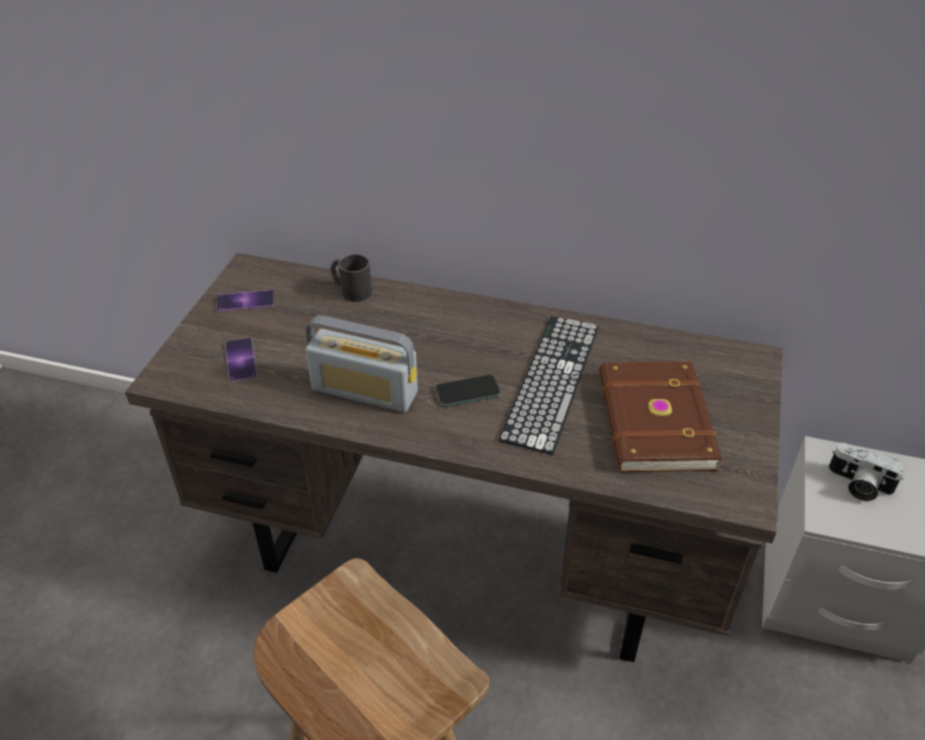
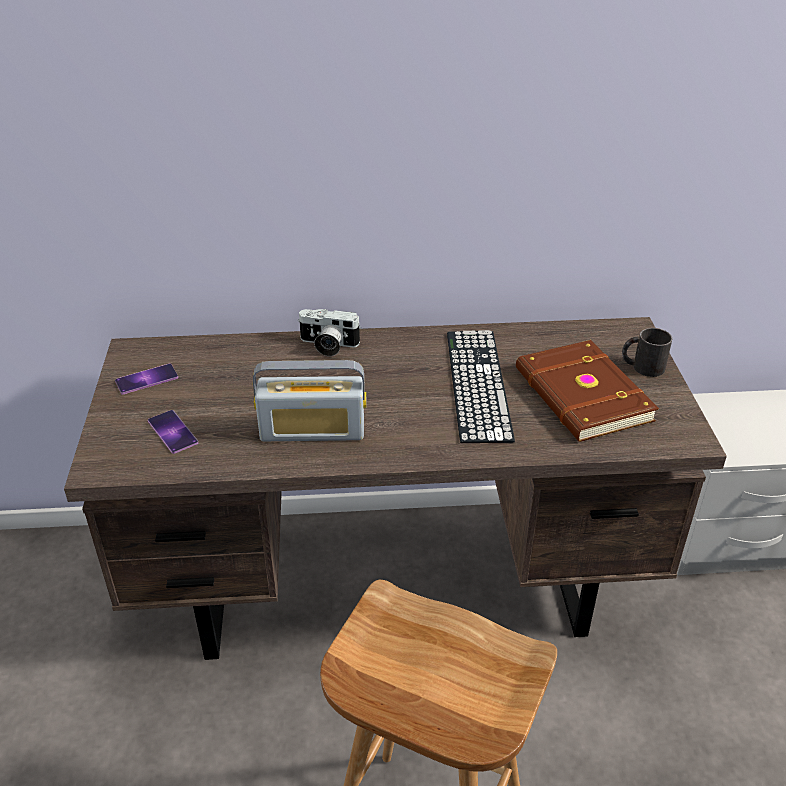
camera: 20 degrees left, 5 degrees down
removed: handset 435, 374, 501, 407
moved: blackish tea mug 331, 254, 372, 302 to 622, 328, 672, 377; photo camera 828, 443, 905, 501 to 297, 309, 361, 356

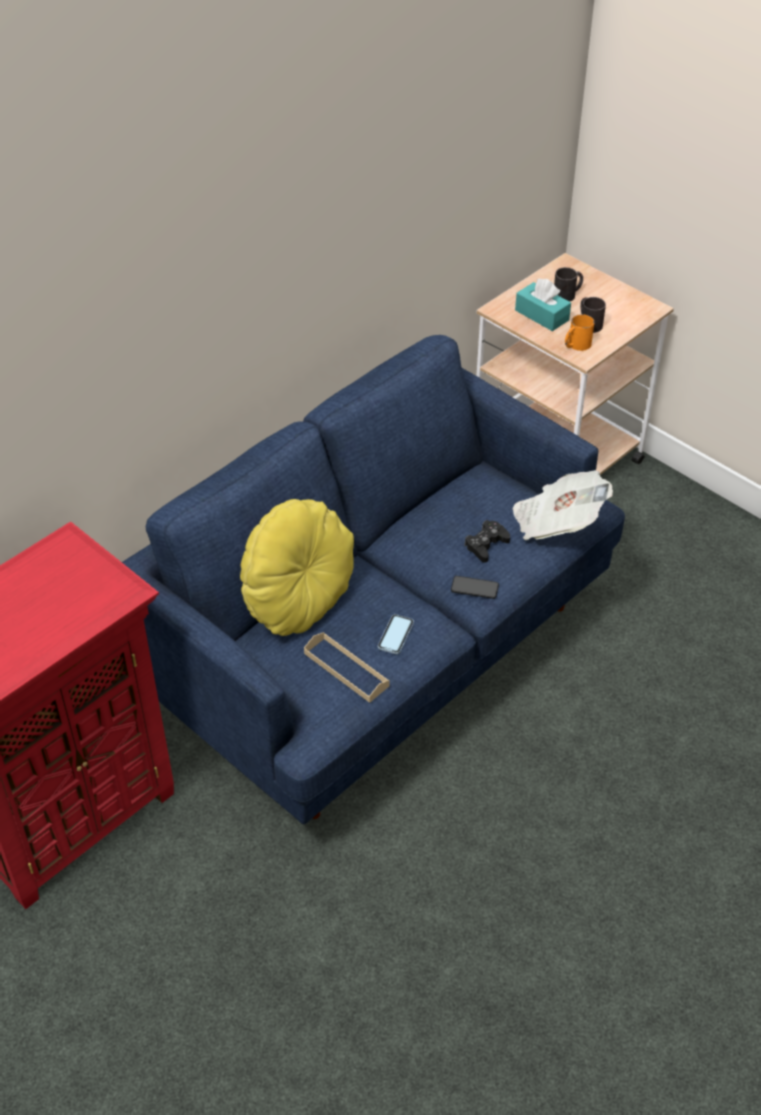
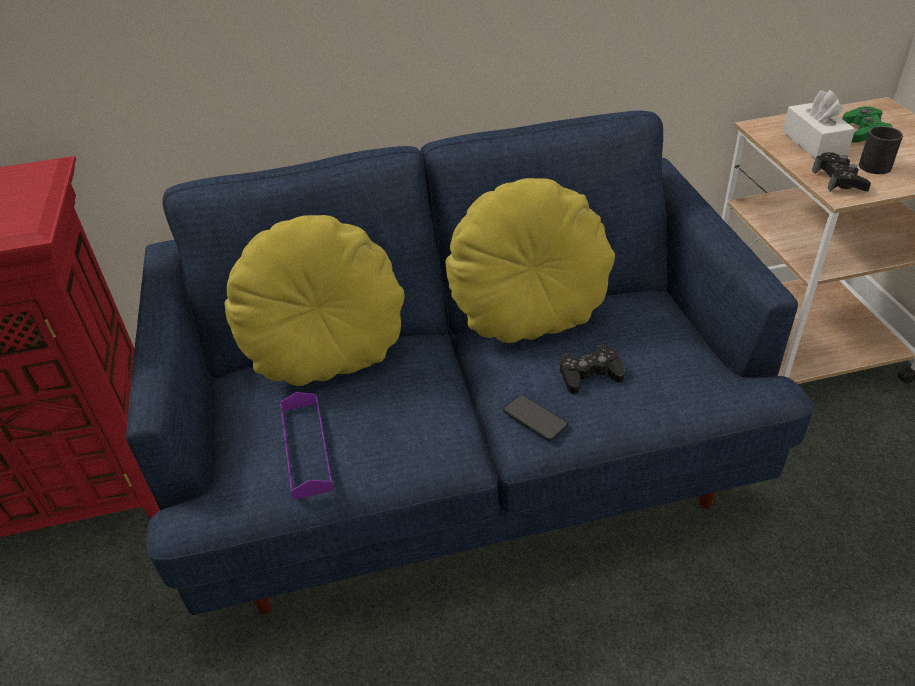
camera: 35 degrees right, 5 degrees down
removed: printed paper 512, 470, 613, 540; handset 378, 614, 414, 654
added: yellow pillow 446, 178, 615, 343
replaced: blackish tea mug 554, 267, 583, 302 to green gamepad 842, 106, 893, 143; orange-coloured tea mug 565, 314, 594, 351 to blackish gamepad 812, 152, 871, 192
recoloured: turquoise tissue holder 515, 279, 571, 331 to whitish tissue holder 783, 90, 855, 159; beige-coloured carrying tray 304, 632, 390, 703 to purplish carrying tray 280, 392, 334, 500

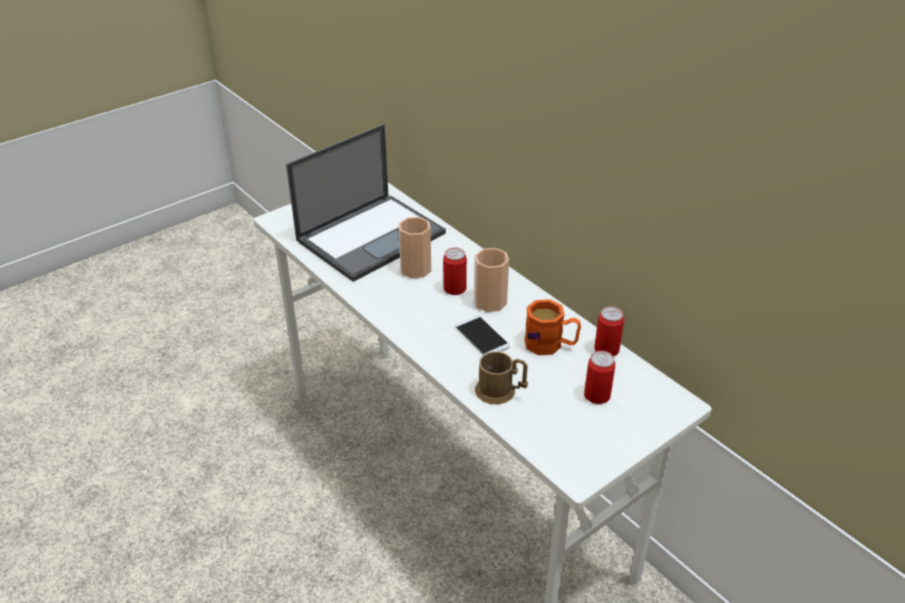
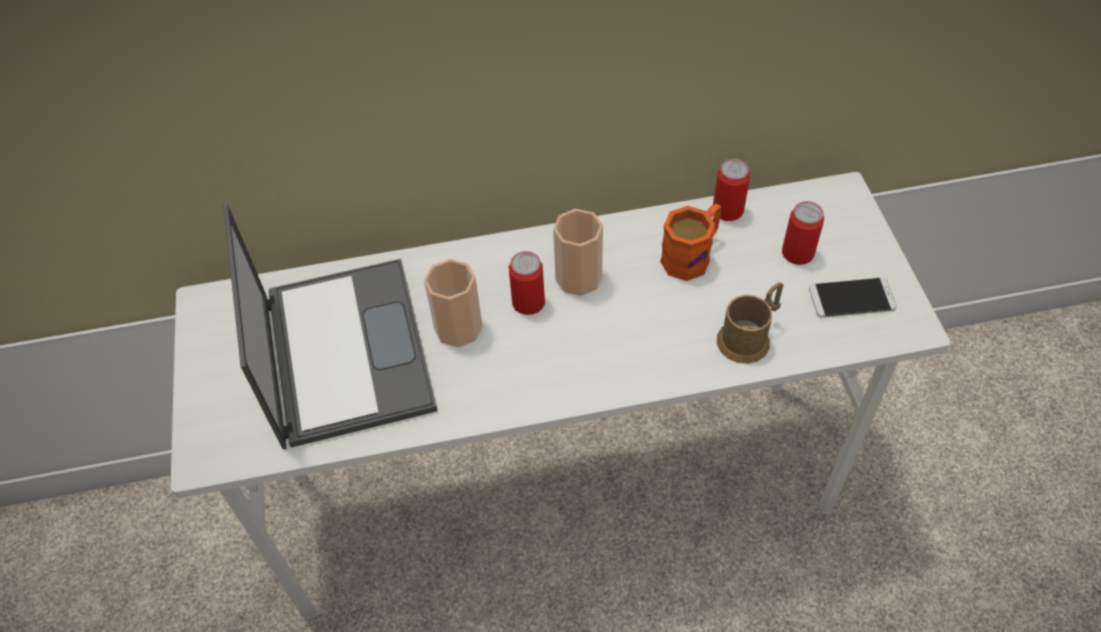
camera: 60 degrees left, 15 degrees up
moved: handset 455, 315, 510, 355 to 809, 278, 897, 318

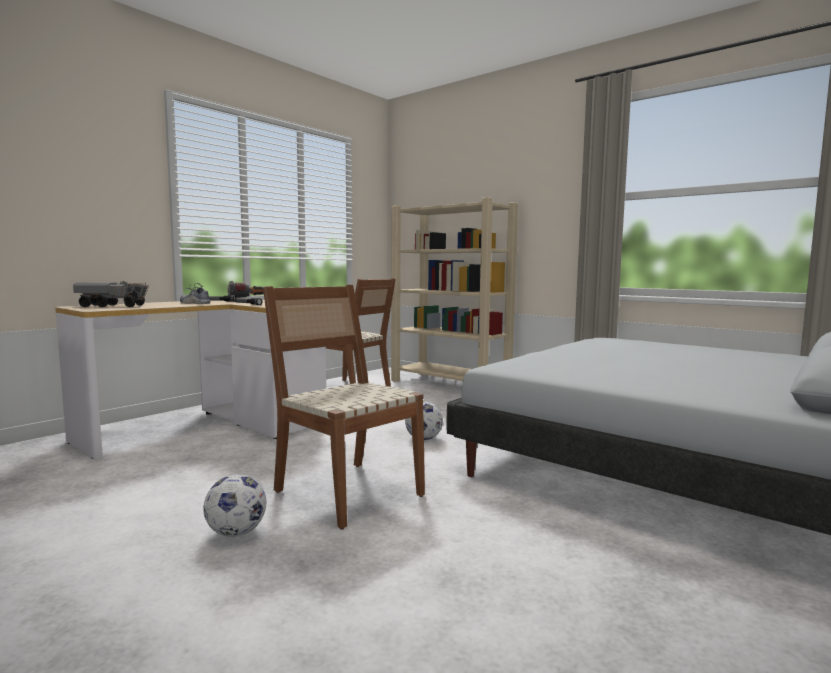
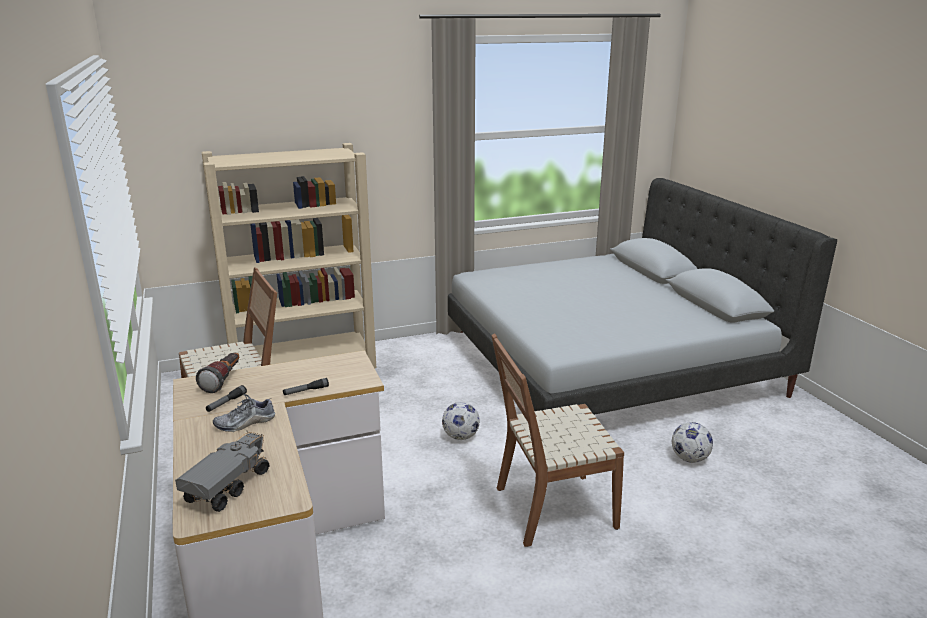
camera: 60 degrees left, 15 degrees up
moved: ball for football 203, 474, 267, 537 to 672, 422, 713, 463

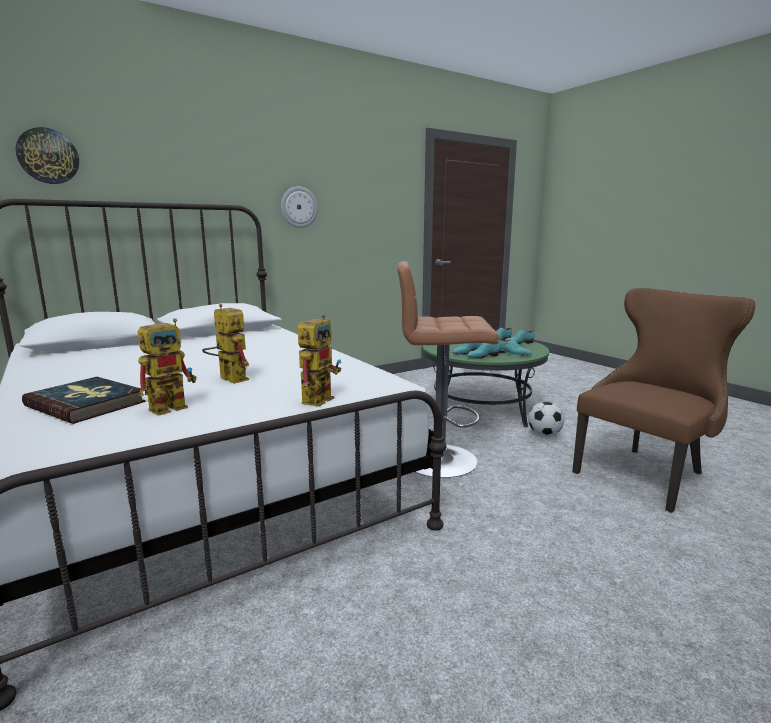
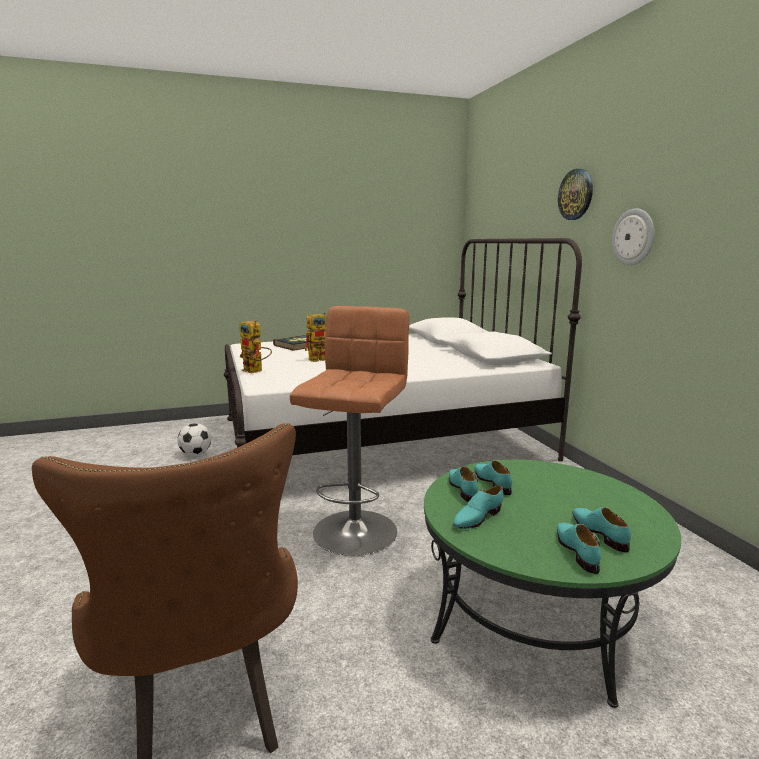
camera: 105 degrees right, 0 degrees up
removed: model robot 138, 318, 196, 416
moved: wall clock 16, 127, 79, 184 to 558, 169, 593, 220; ball for football 528, 402, 564, 436 to 177, 423, 211, 456

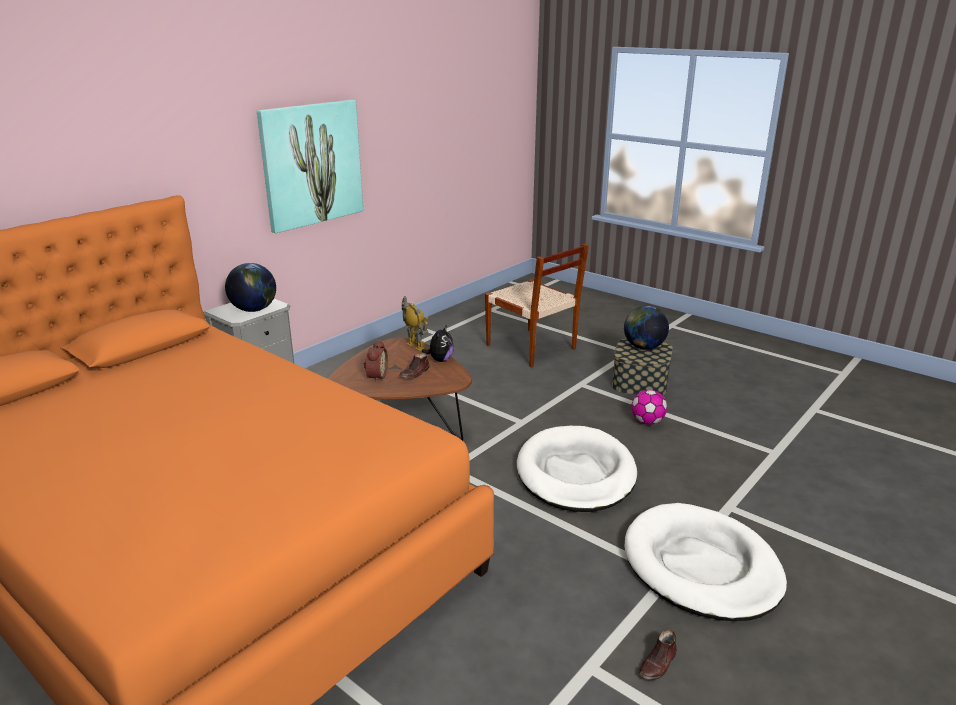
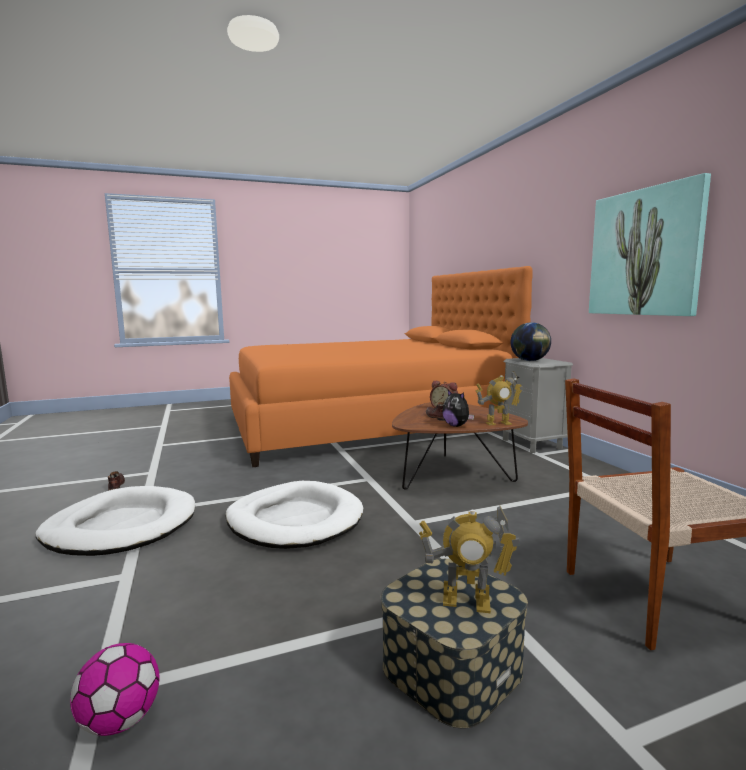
camera: 120 degrees right, 15 degrees down
moved: ball for football 631, 390, 667, 425 to 70, 643, 159, 736
replaced: globe 624, 306, 669, 350 to model robot 419, 506, 520, 613

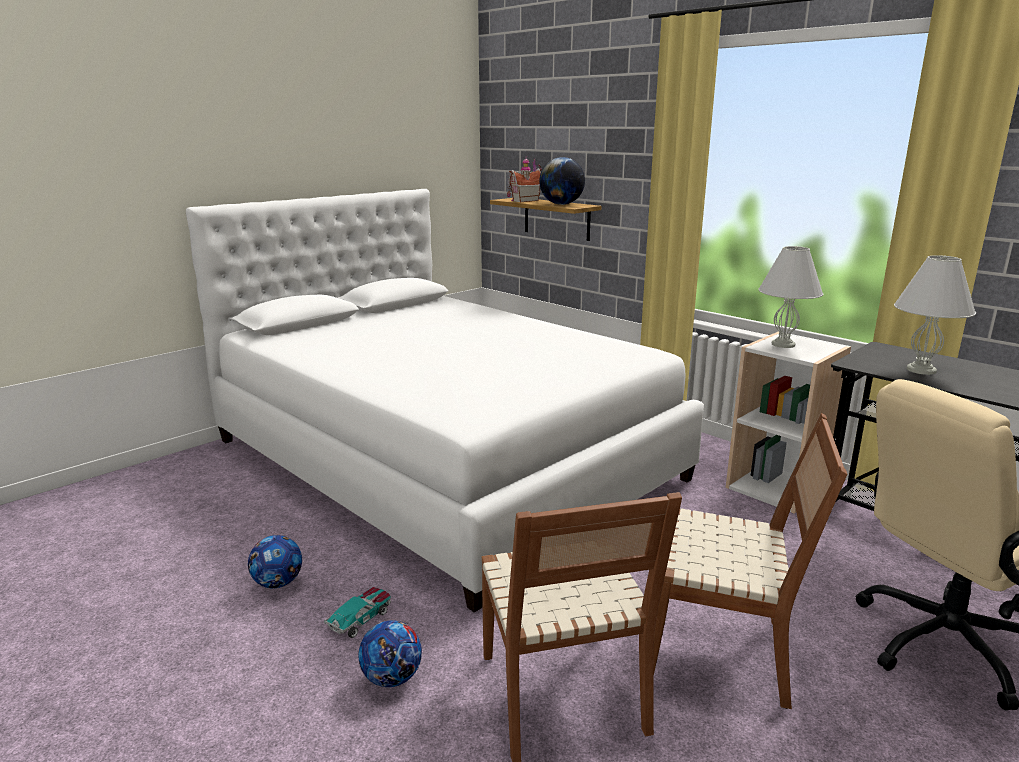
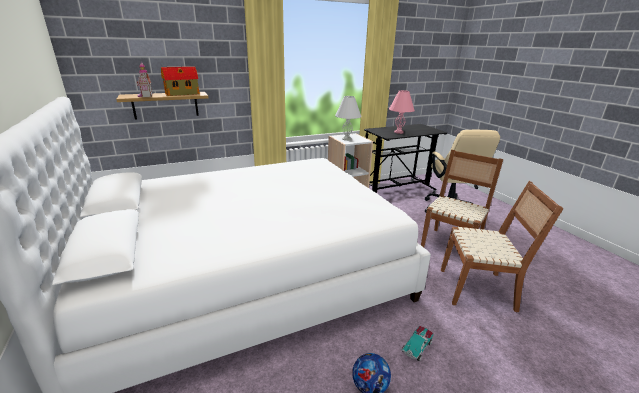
camera: 70 degrees left, 5 degrees up
removed: ball for football 358, 620, 422, 687
replaced: globe 539, 157, 585, 205 to miniature house 161, 66, 200, 96
recoloured: whitish lamp for a table 894, 255, 976, 375 to pink lamp for a table 389, 90, 415, 134
turned: miniature car 324, 587, 391, 638 = 402, 326, 434, 361 75 degrees clockwise

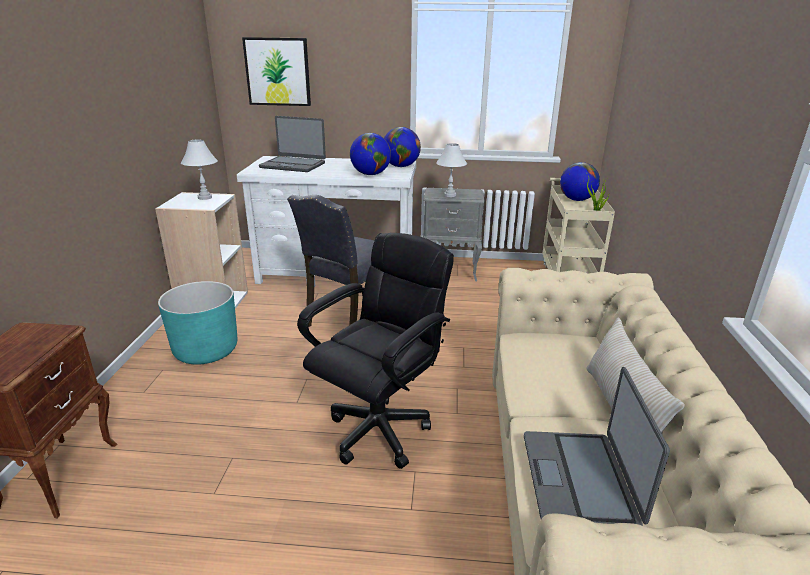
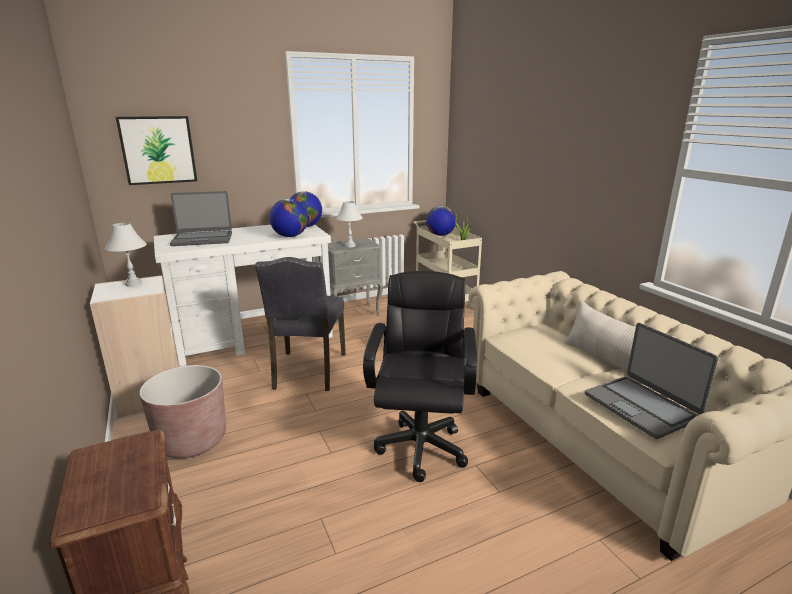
camera: 30 degrees left, 5 degrees down
recoloured: turquoise flower pot 158, 281, 237, 365 to brown flower pot 139, 365, 226, 458

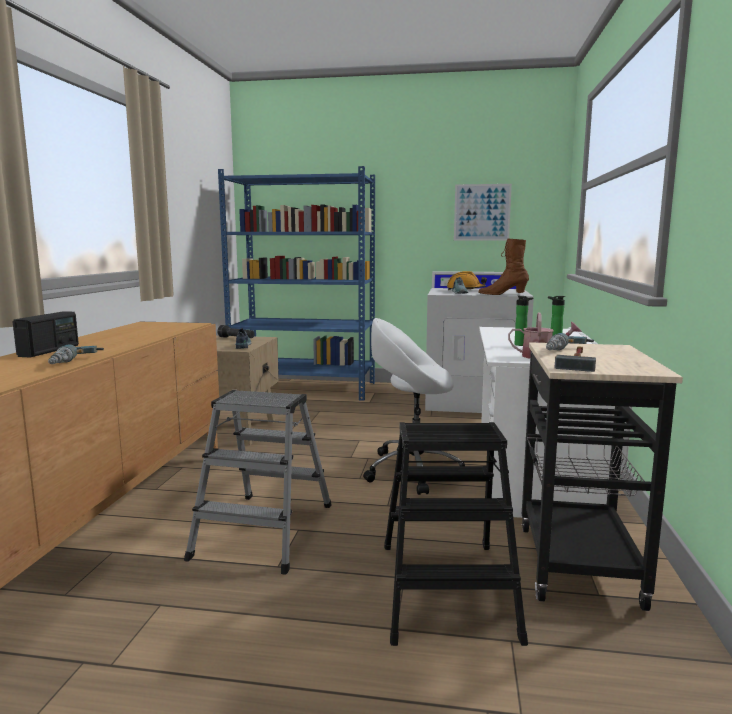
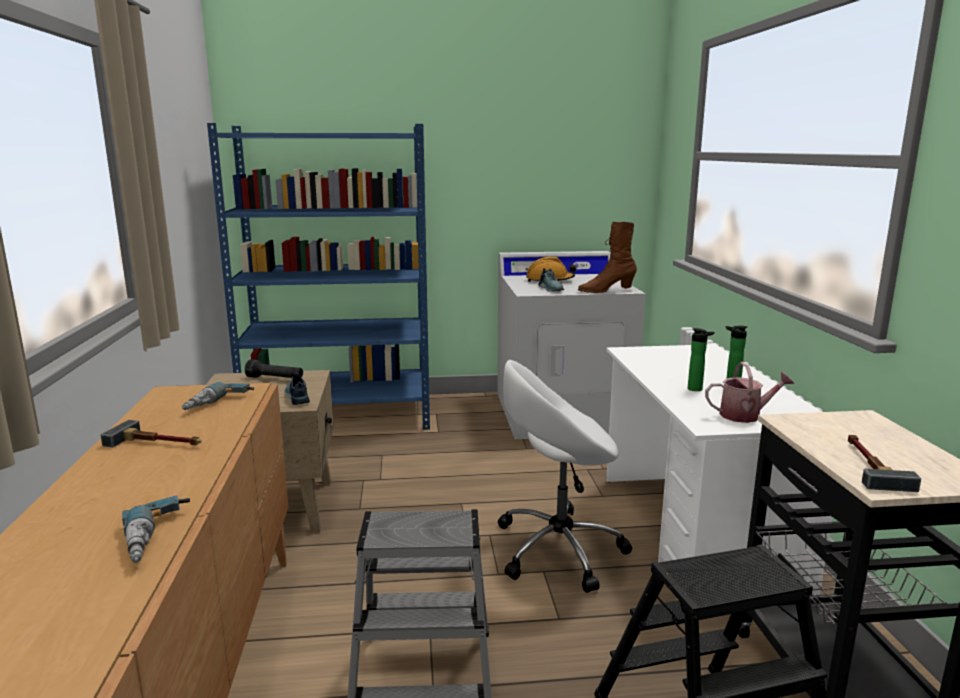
camera: 15 degrees left, 5 degrees up
removed: wall picture 454, 184, 512, 241; radio 12, 311, 79, 358
added: tool hammer 101, 420, 202, 447
moved: electric drill 546, 333, 594, 350 to 182, 382, 254, 410

